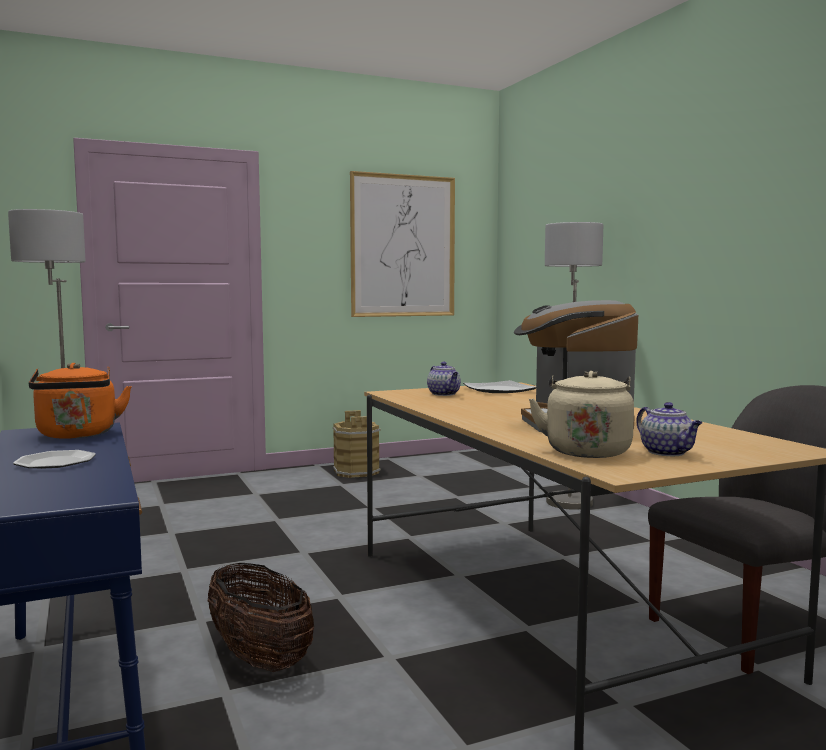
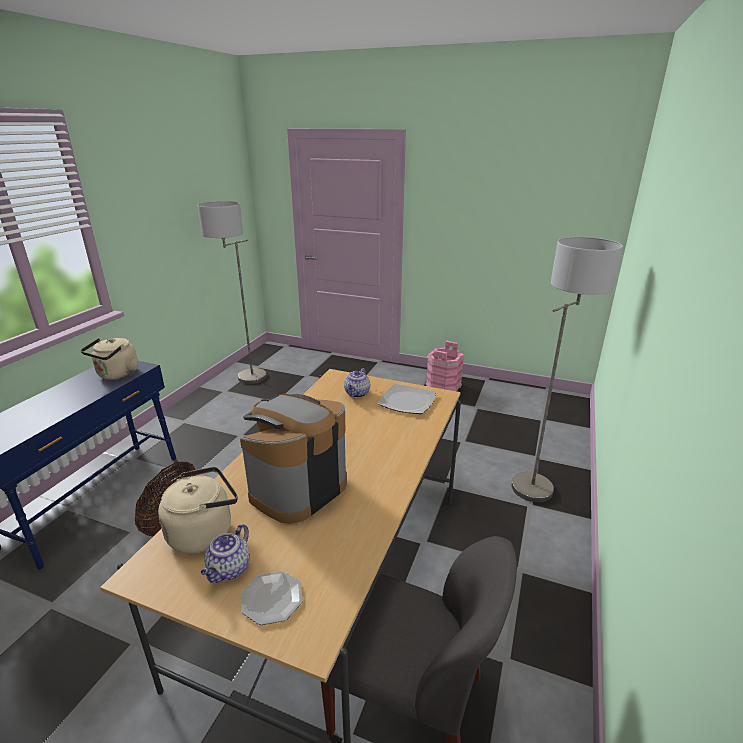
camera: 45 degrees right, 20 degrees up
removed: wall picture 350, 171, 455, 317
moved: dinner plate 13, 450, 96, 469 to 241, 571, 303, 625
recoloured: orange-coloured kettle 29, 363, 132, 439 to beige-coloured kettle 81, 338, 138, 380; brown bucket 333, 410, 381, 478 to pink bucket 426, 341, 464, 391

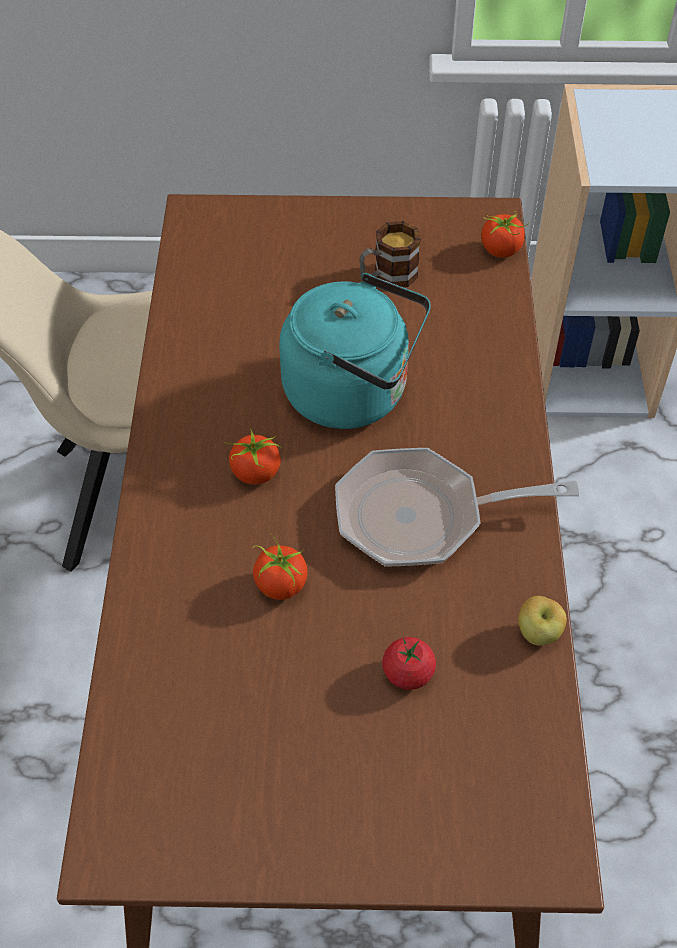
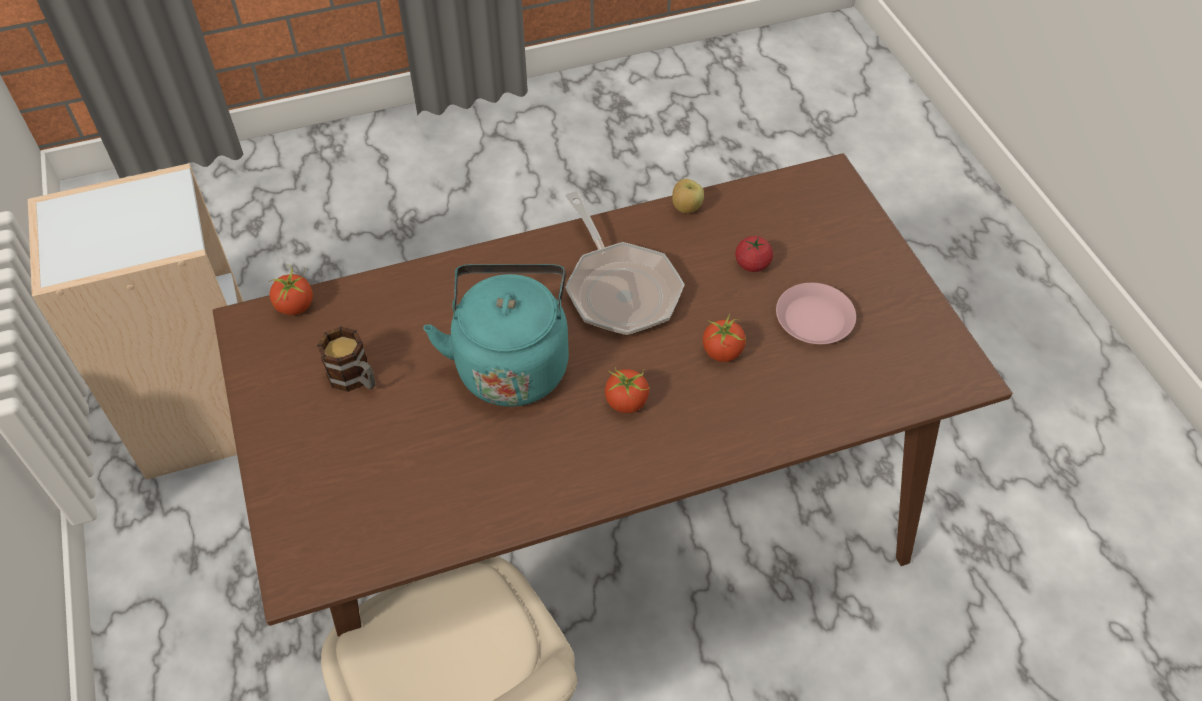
camera: 110 degrees left, 0 degrees up
added: pink dinner plate 776, 283, 856, 344

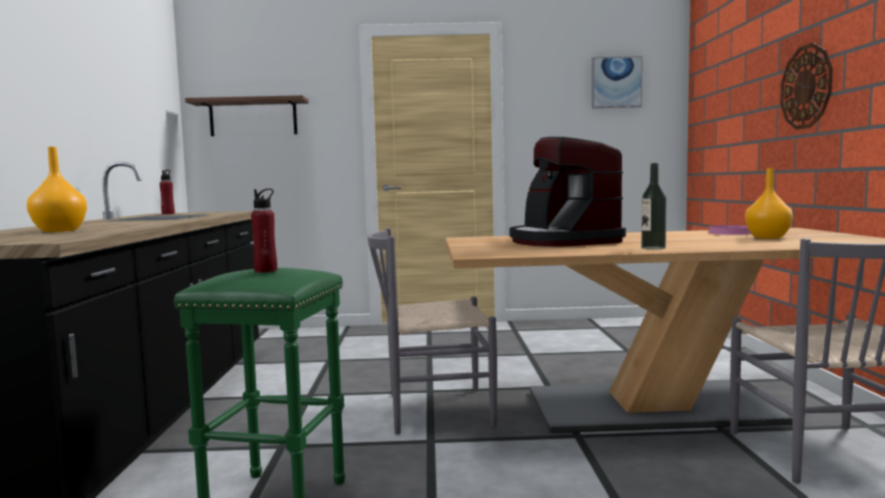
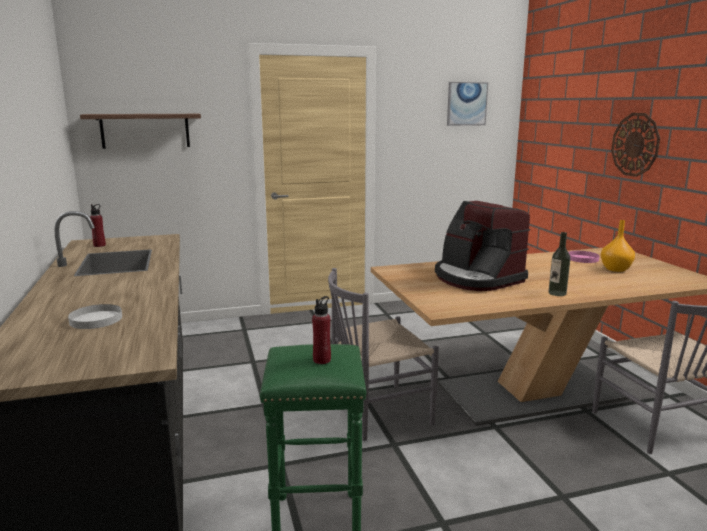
camera: 15 degrees left, 10 degrees up
replaced: orange-coloured vase 27, 147, 87, 232 to whitish dinner plate 68, 304, 122, 329

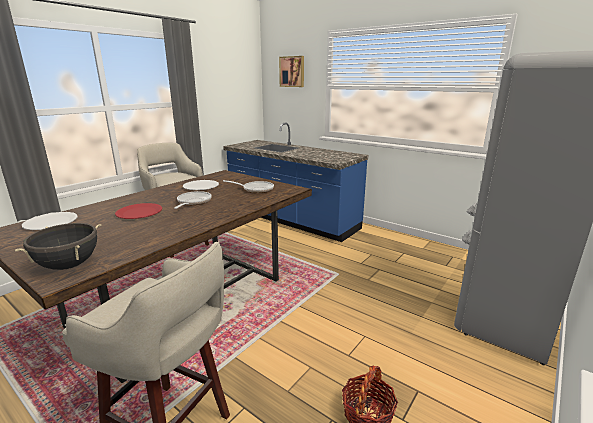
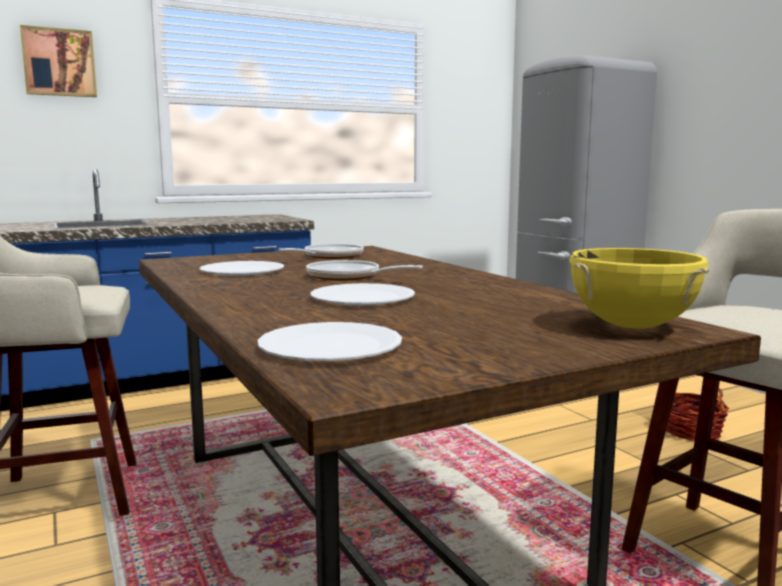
camera: 65 degrees left, 10 degrees down
recoloured: red-coloured dinner plate 115, 203, 162, 219 to whitish dinner plate 310, 283, 415, 306; blackish cooking pot 15, 223, 101, 270 to yellow cooking pot 569, 248, 709, 329

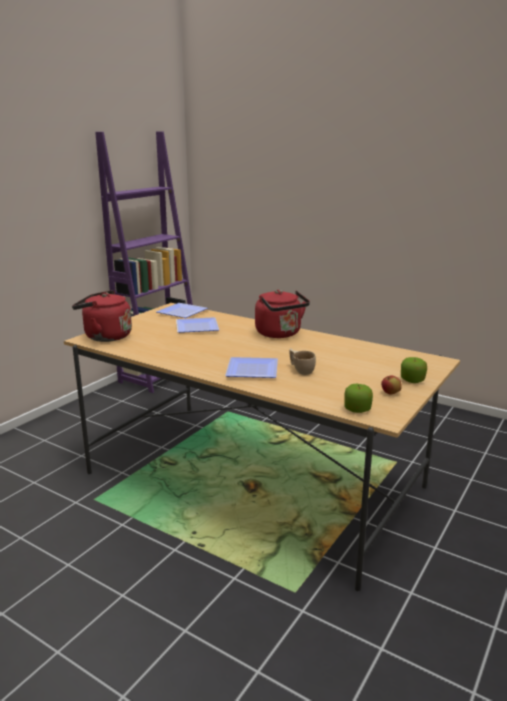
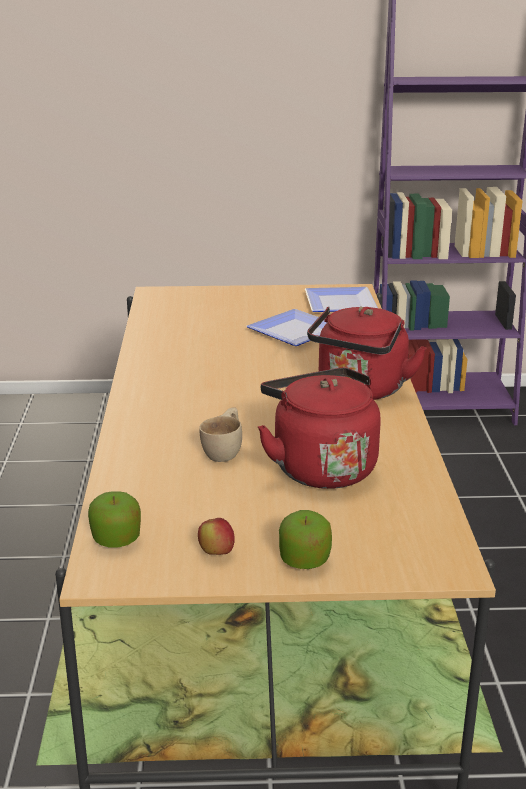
camera: 55 degrees right, 5 degrees up
removed: dinner plate 225, 357, 278, 378
moved: red-coloured kettle 72, 290, 132, 342 to 258, 368, 381, 489

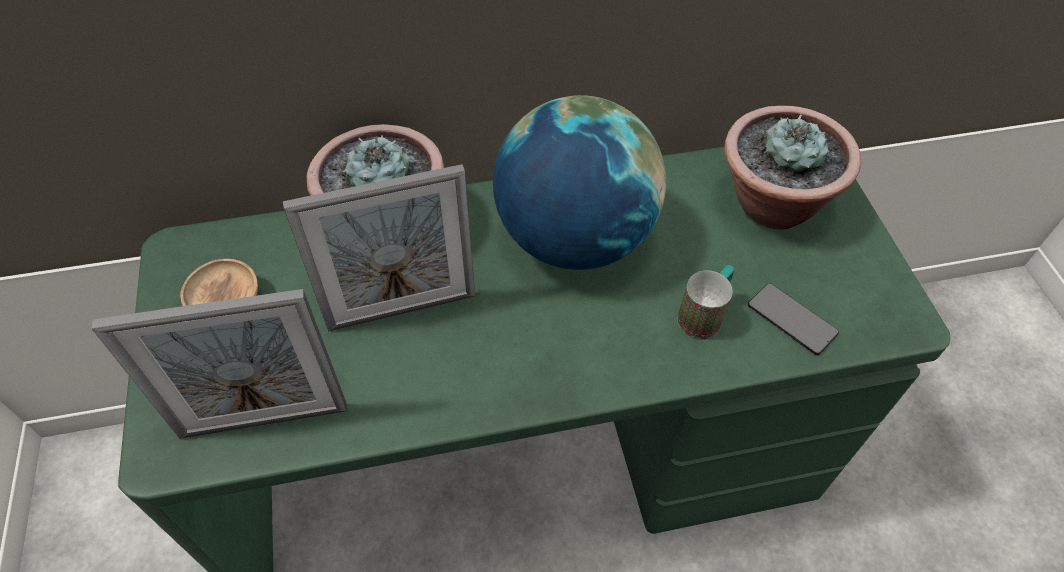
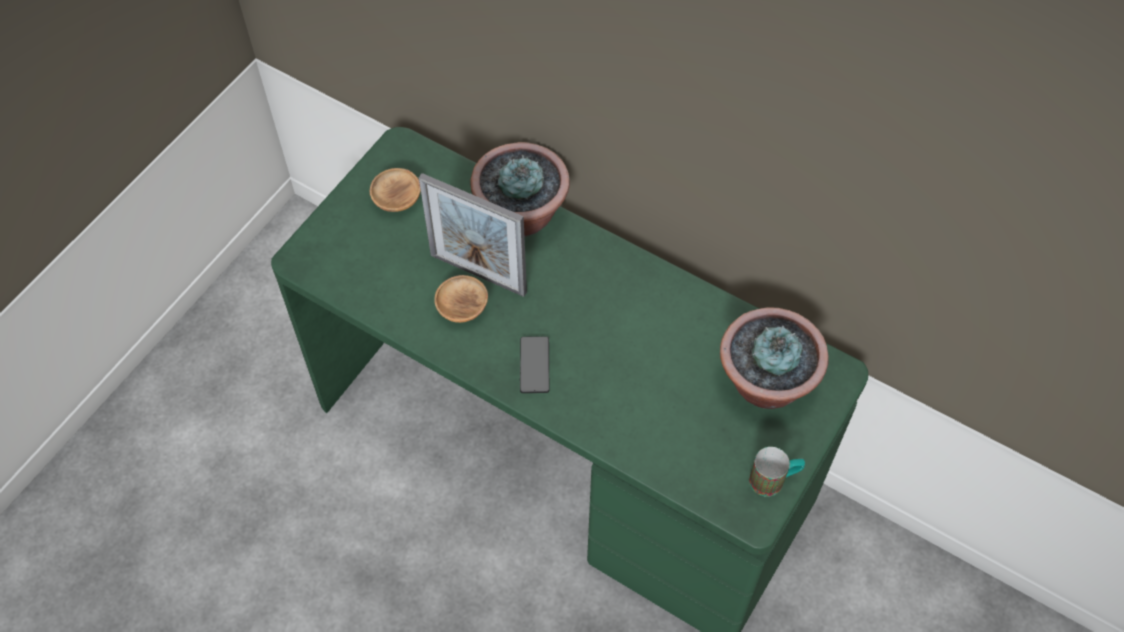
camera: 45 degrees right, 5 degrees up
removed: globe 493, 95, 666, 270; standing frame 91, 289, 347, 439
added: brown deep dish 434, 275, 488, 323
moved: tea mug 677, 265, 734, 340 to 749, 447, 805, 497; handset 748, 283, 839, 355 to 520, 336, 549, 393

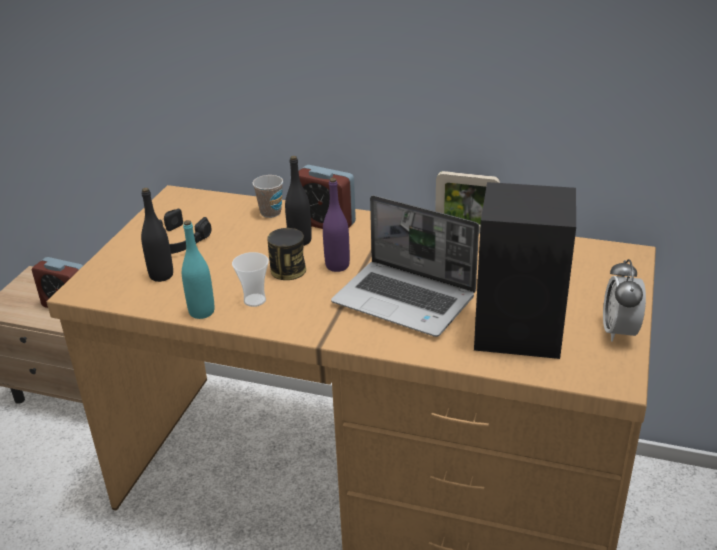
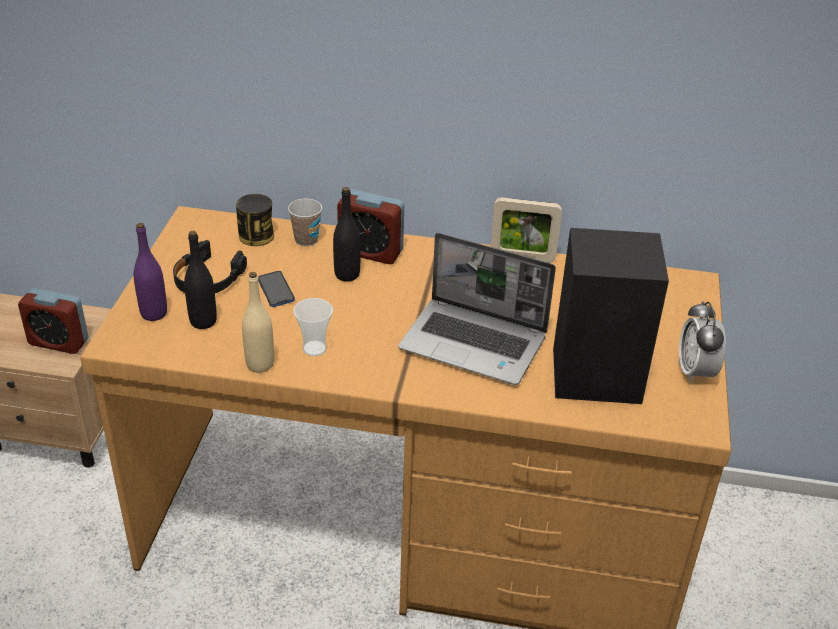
camera: 10 degrees left, 5 degrees up
added: handset 258, 271, 295, 307
moved: purplish bottle 323, 178, 350, 272 to 134, 223, 167, 321; can 267, 228, 306, 280 to 236, 194, 274, 246
recoloured: turquoise bottle 182, 220, 214, 319 to beige-coloured bottle 242, 272, 274, 373

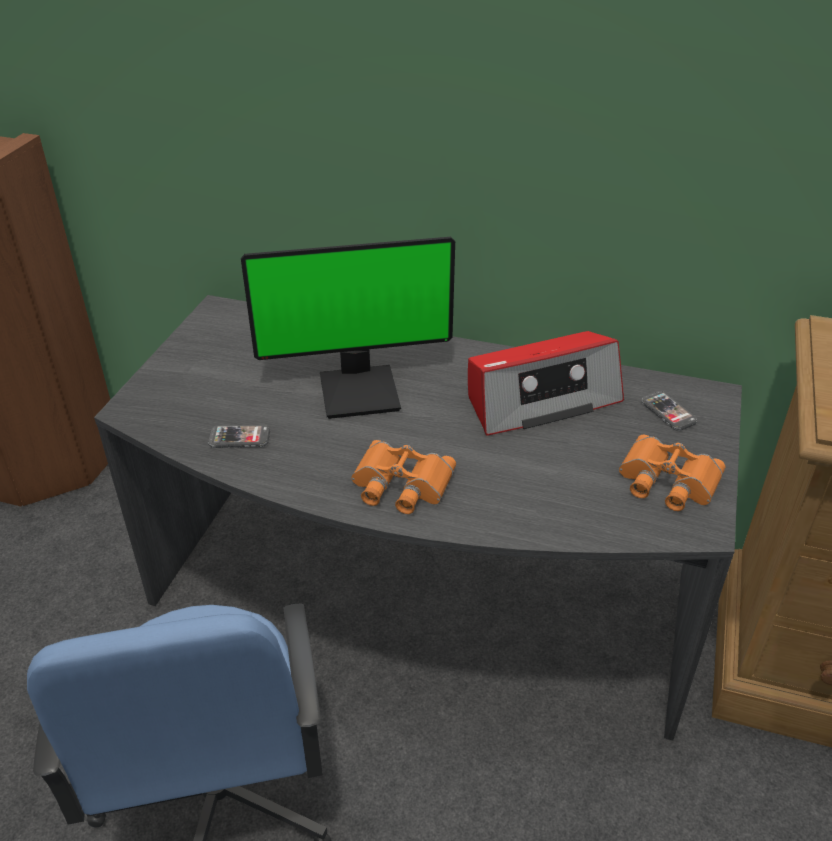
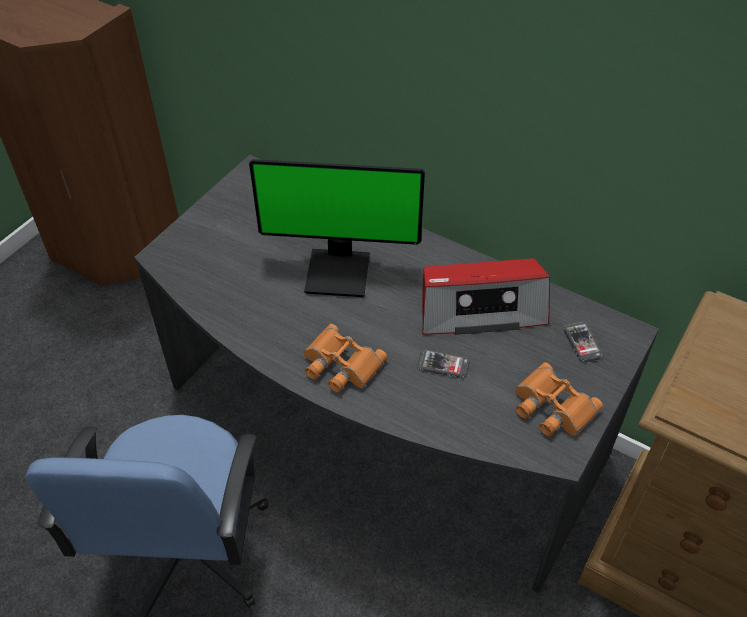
camera: 15 degrees right, 10 degrees up
moved: handset 208, 425, 270, 448 to 417, 349, 470, 378

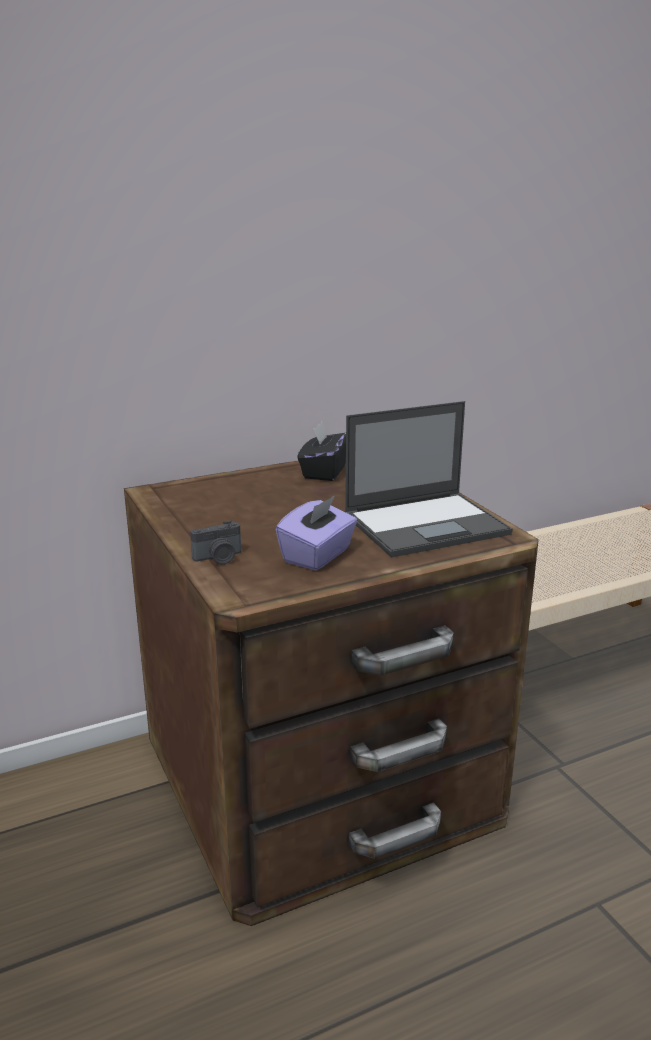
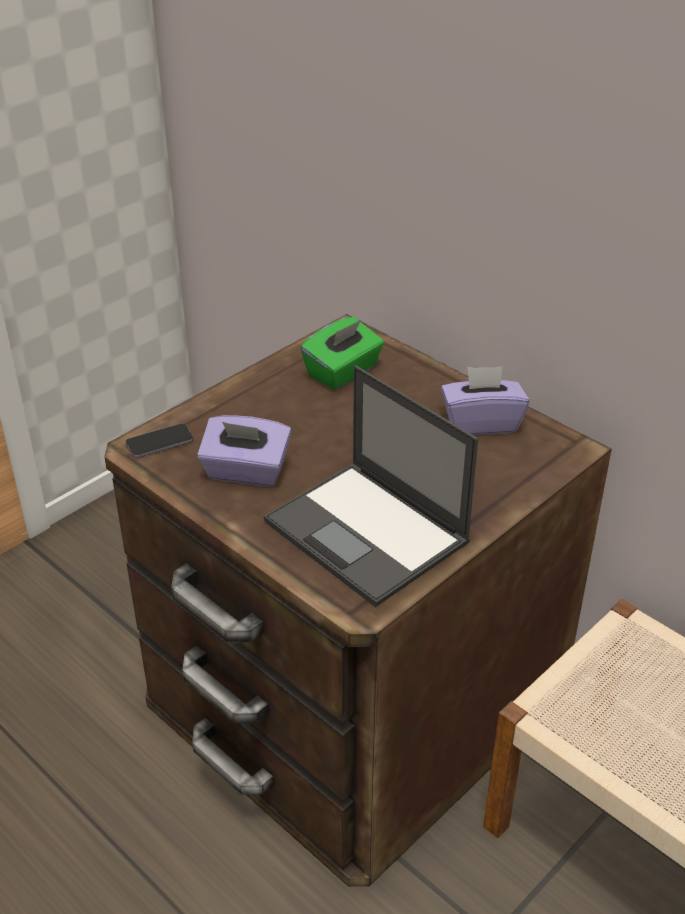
camera: 70 degrees right, 15 degrees up
removed: photo camera 190, 520, 241, 565
added: green tissue holder 301, 317, 384, 390; handset 125, 423, 194, 458
recoloured: blackish tissue holder 297, 421, 346, 481 to purplish tissue holder 441, 367, 529, 435

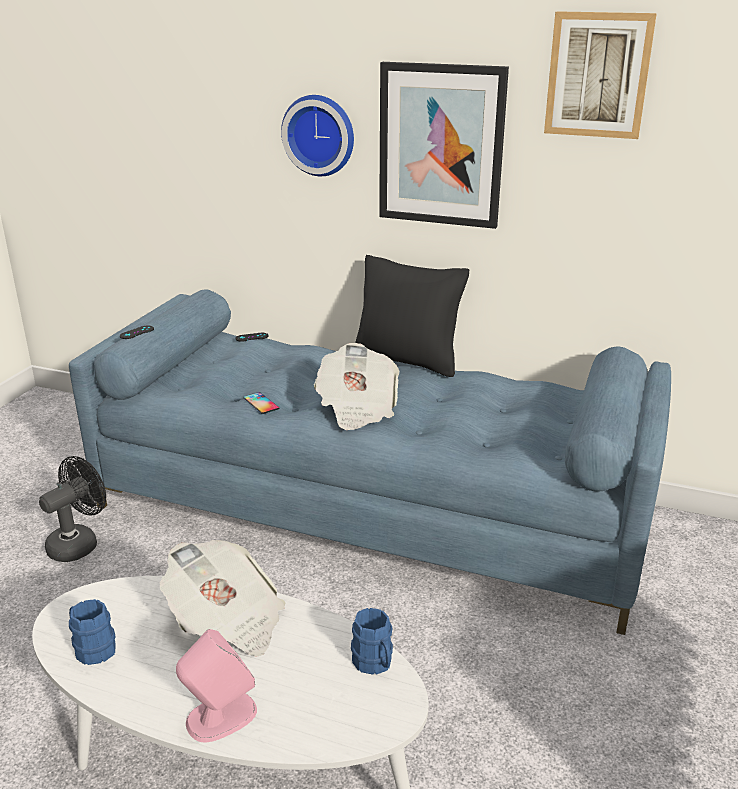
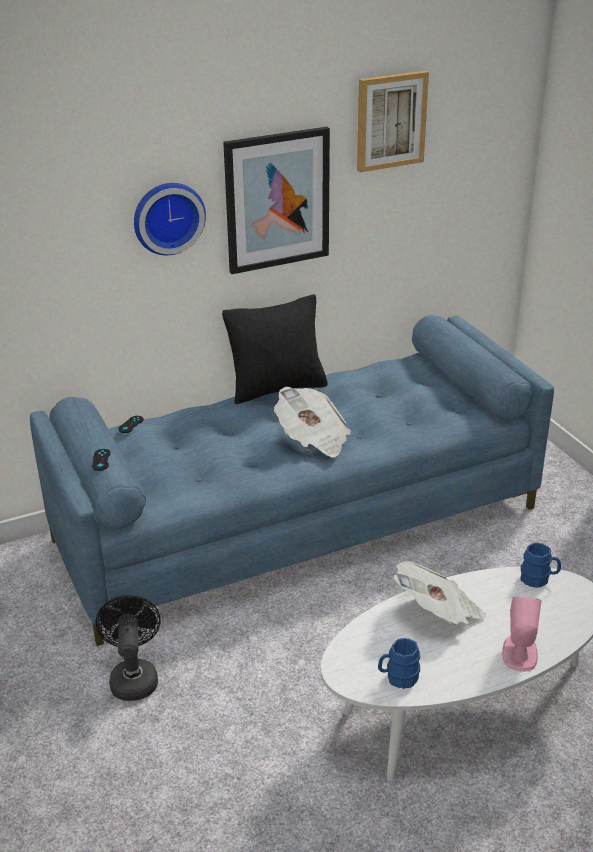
camera: 45 degrees left, 5 degrees up
removed: handset 243, 392, 279, 414

